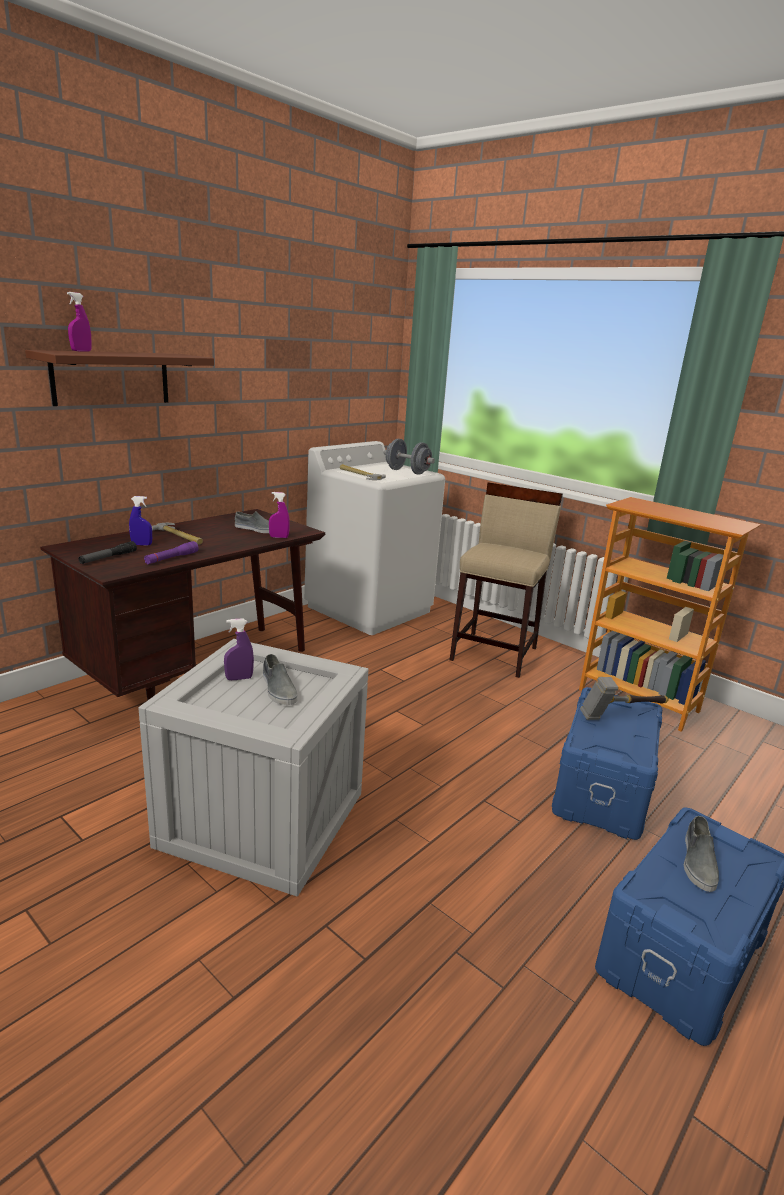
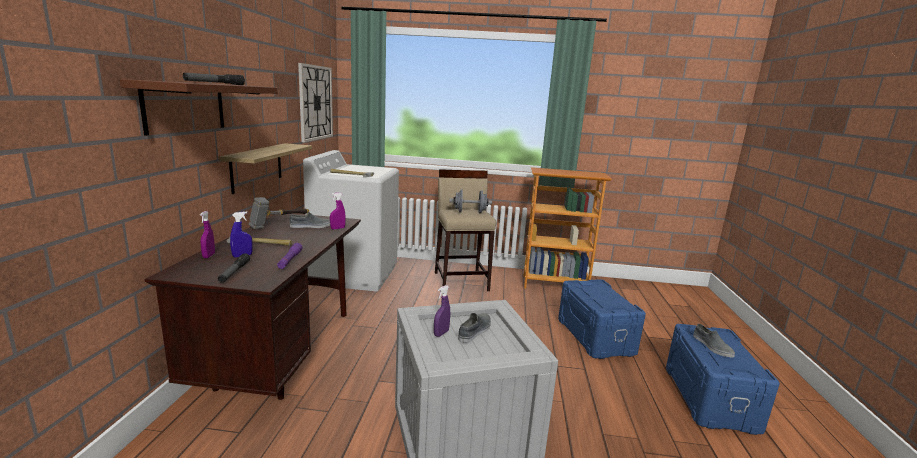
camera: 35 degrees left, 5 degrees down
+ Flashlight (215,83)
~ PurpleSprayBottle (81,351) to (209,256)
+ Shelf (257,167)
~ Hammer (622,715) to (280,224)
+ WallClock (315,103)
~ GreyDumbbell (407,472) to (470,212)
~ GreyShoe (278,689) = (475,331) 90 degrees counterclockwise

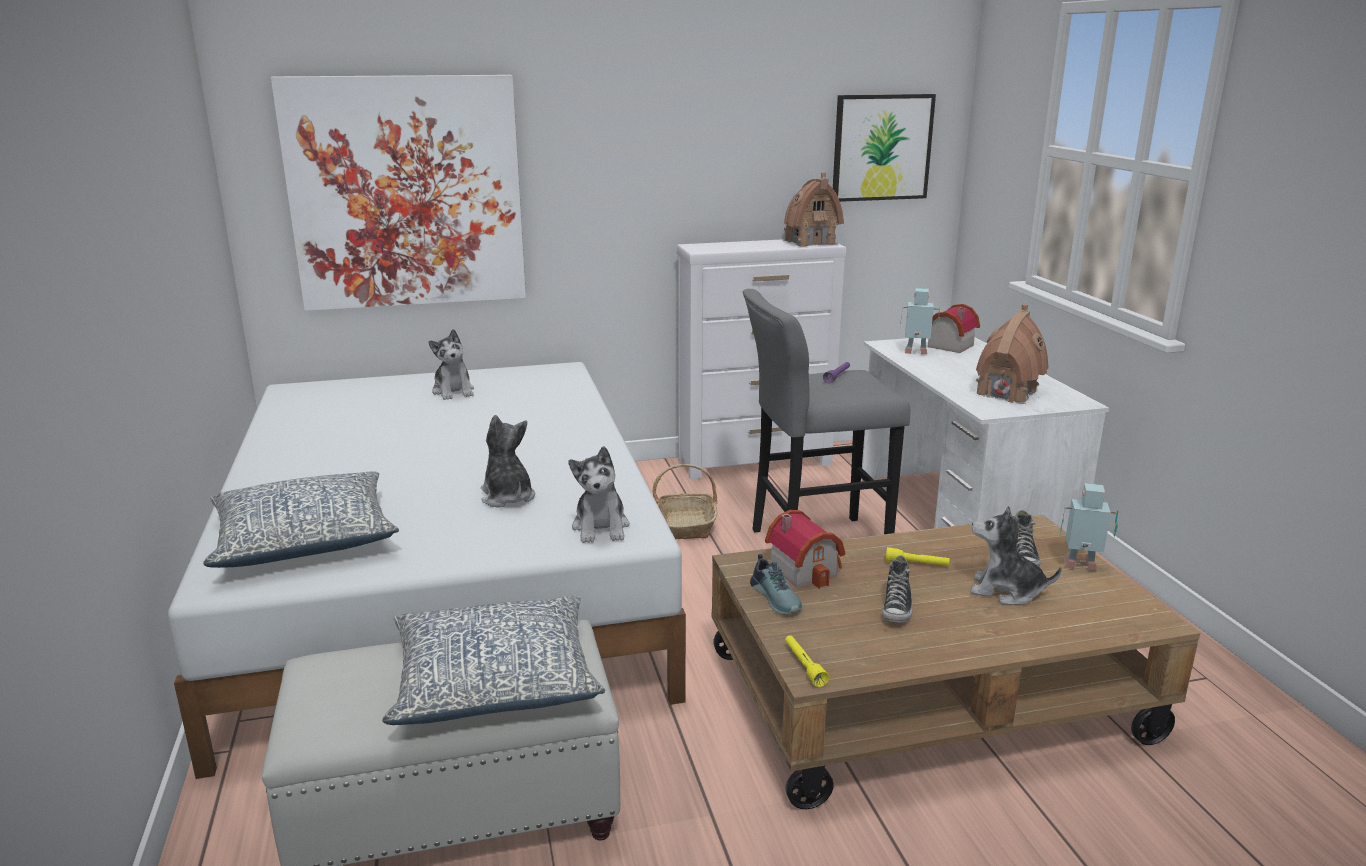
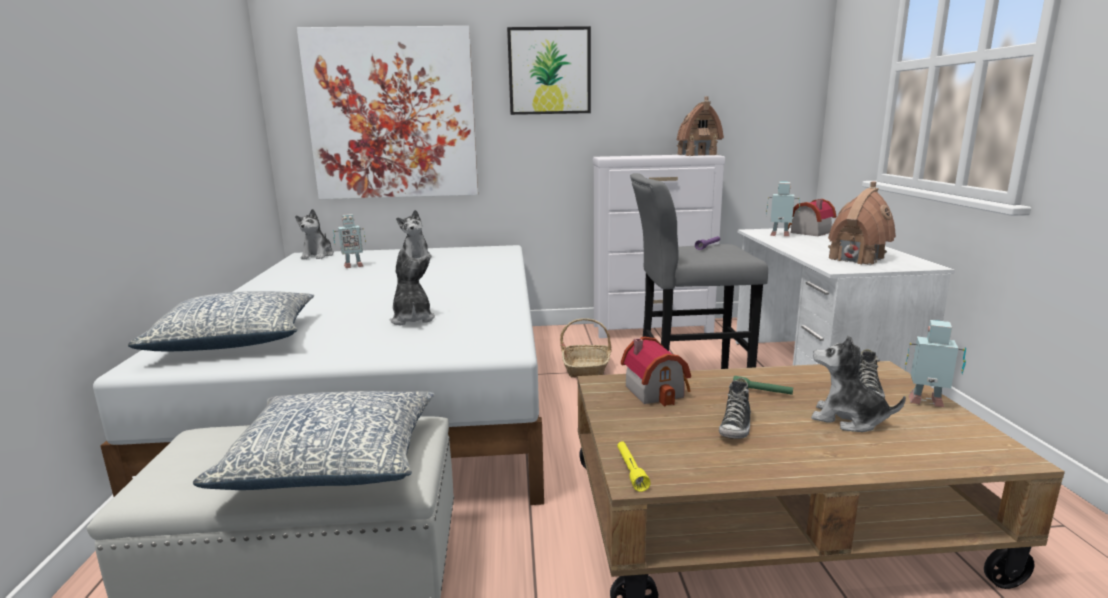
camera: 10 degrees right, 5 degrees down
~ PlushToy (601,527) to (318,255)
+ ToyRobot (353,266)
~ Picture (881,147) to (549,71)
~ YellowFlashlight (916,564) to GreenFlashlight (762,392)
- Shoe (777,598)

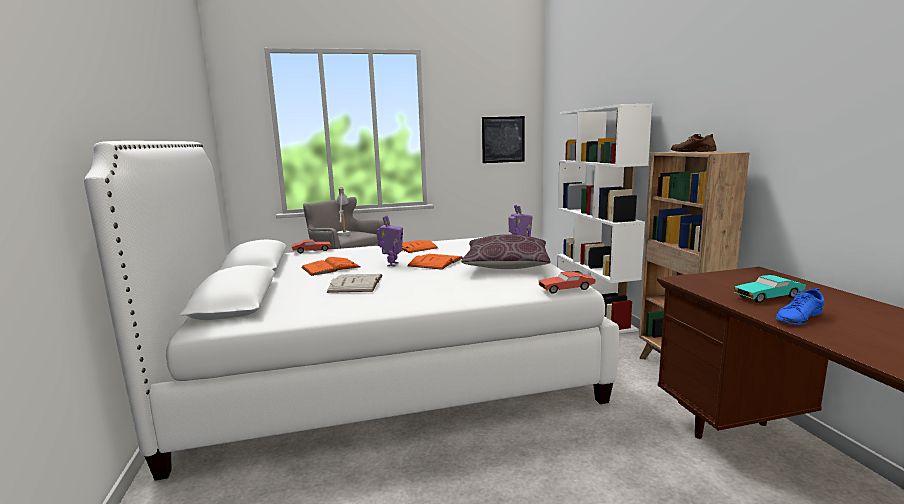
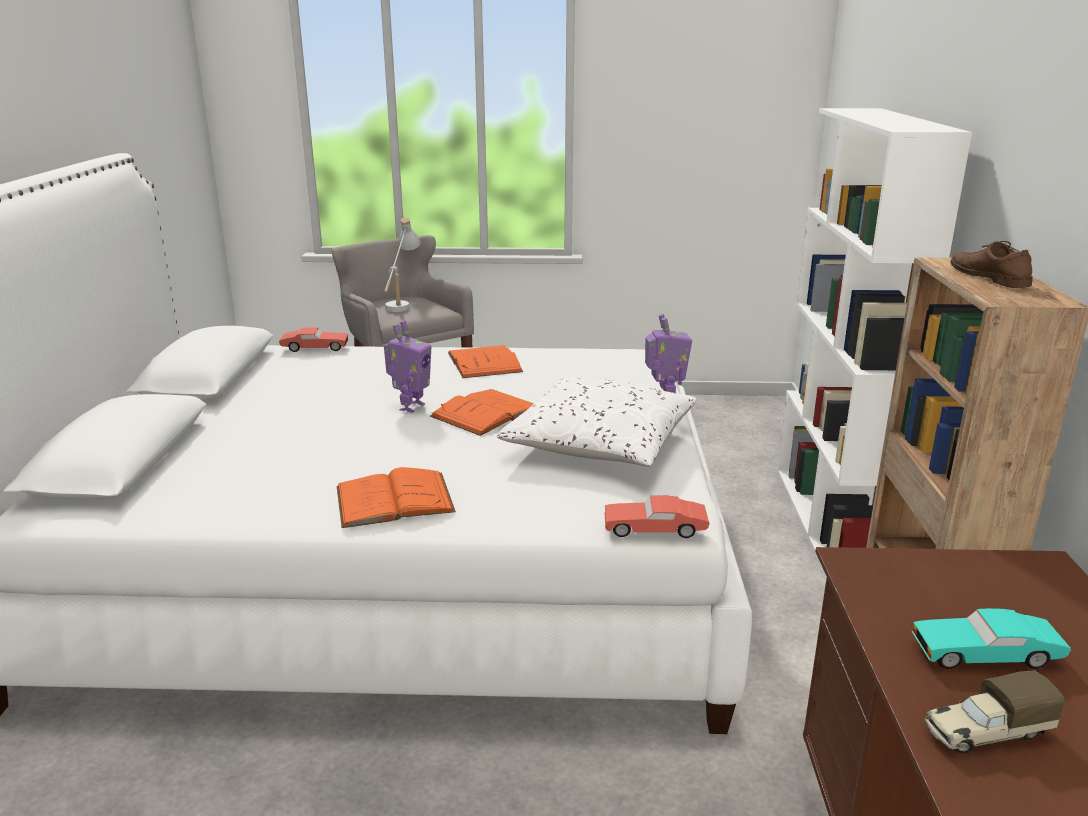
camera: 15 degrees right, 10 degrees up
~ OrangeBook (330,267) to (394,499)
~ BrownPillow (506,266) to WhitePillow (600,444)
~ BlueShoe (798,317) to ToyTruck (985,732)
- WhiteBook (356,283)
- Picture (503,139)

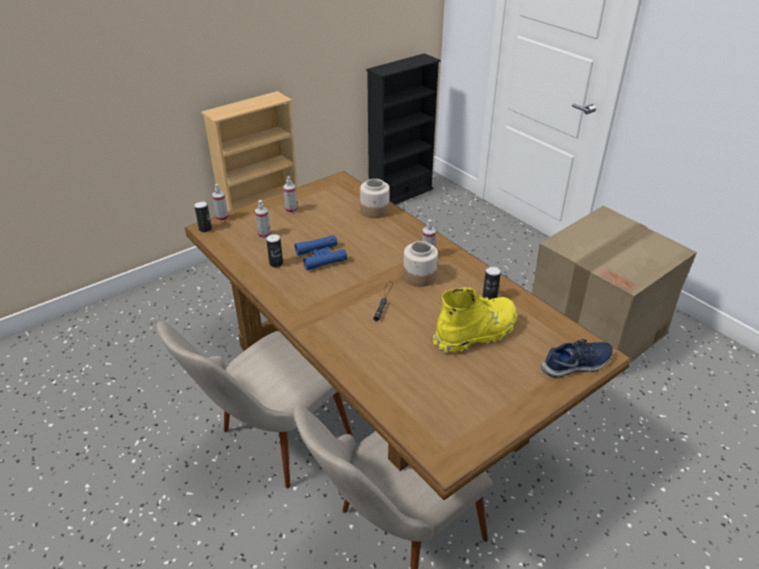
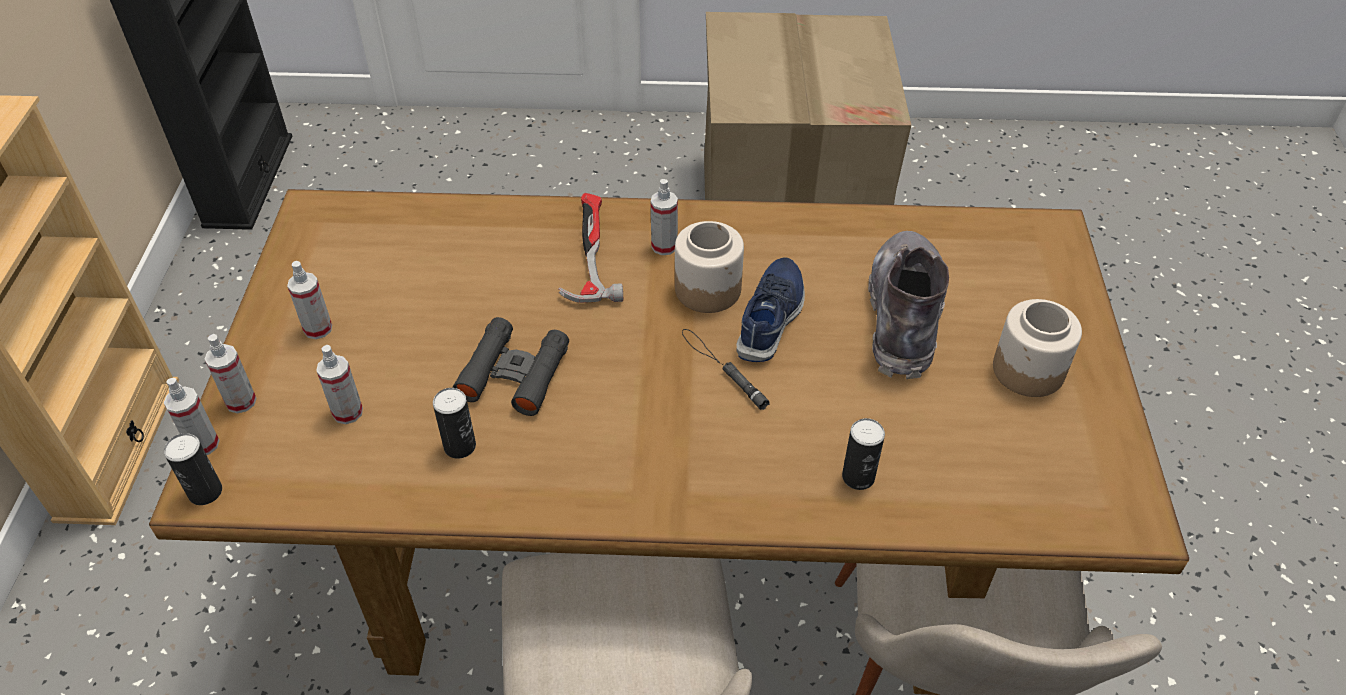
camera: 50 degrees left, 10 degrees up
+ SprayBottle (241,401)
~ BlueBinoculars (321,257) to BlackBinoculars (514,374)
+ Hammer (589,252)
~ BlueShoe (577,364) to (772,318)
~ Can (489,297) to (858,477)
~ YellowBoot (476,334) to GreyBoot (903,317)
~ Jar (375,211) to (1029,370)

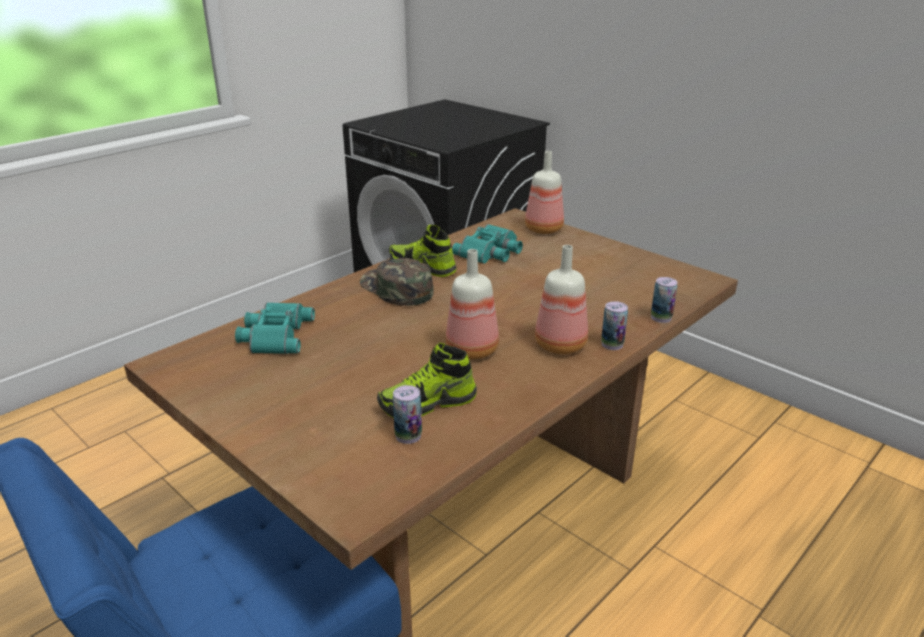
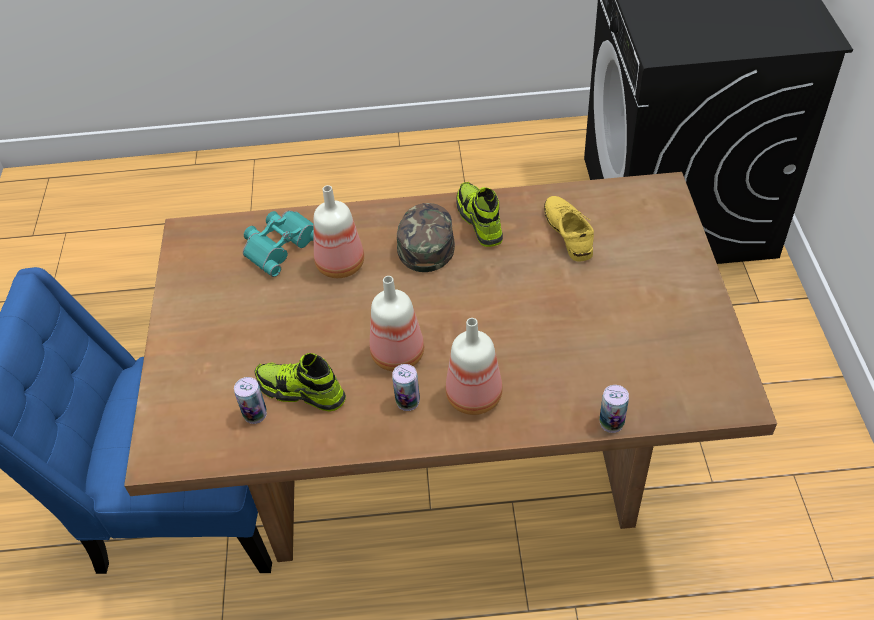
camera: 45 degrees right, 20 degrees up
~ Bottle (544,230) to (340,266)
~ Can (612,344) to (408,401)
~ TurquoiseBinoculars (490,252) to YellowShoe (568,232)

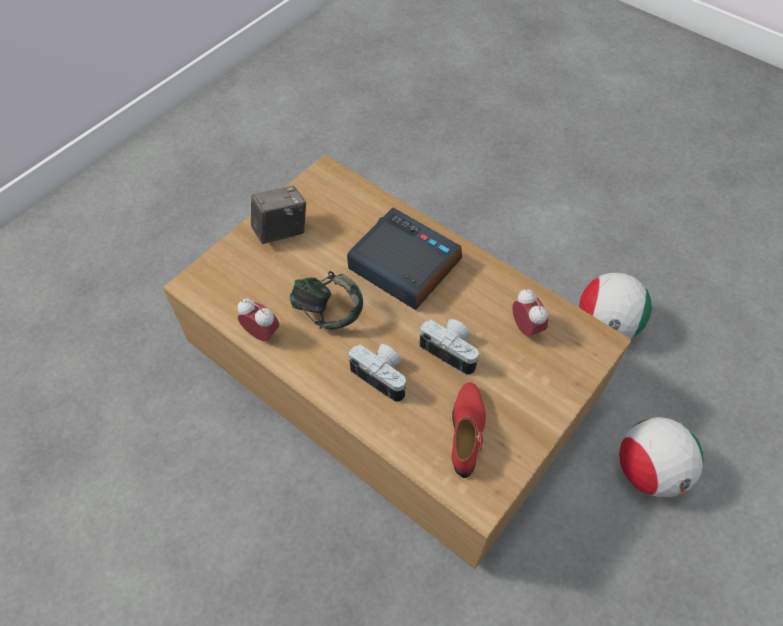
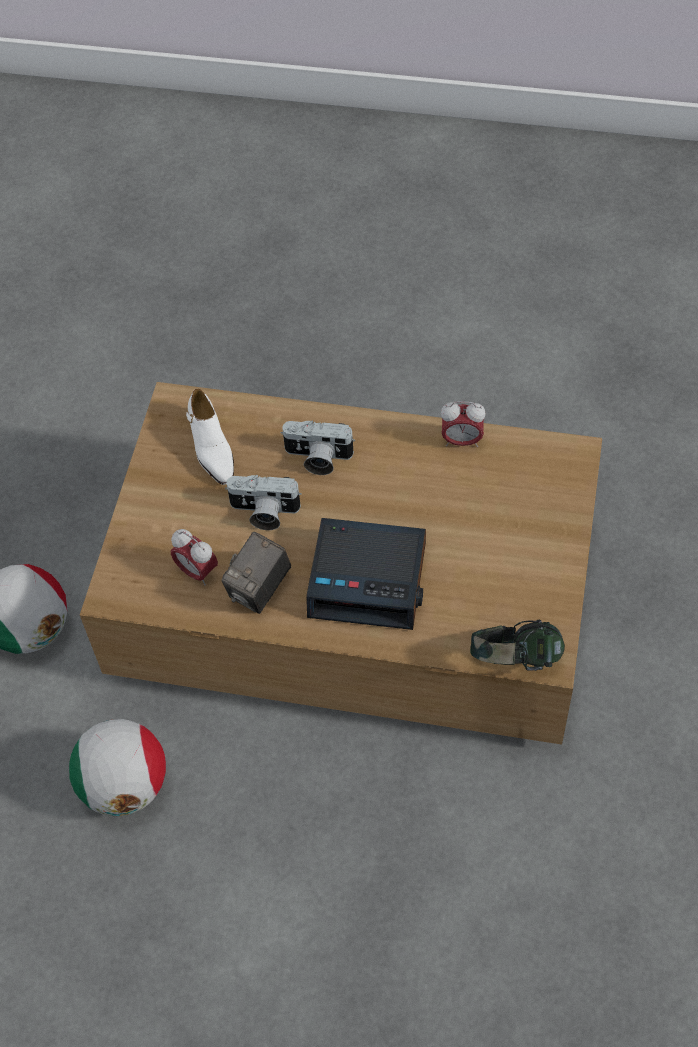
camera: 155 degrees right, 0 degrees up
~ RedShoe (467,431) to WhiteShoe (211,448)
~ PhotoCamera (281,231) to (260,589)
~ Headphones (328,313) to (515,660)

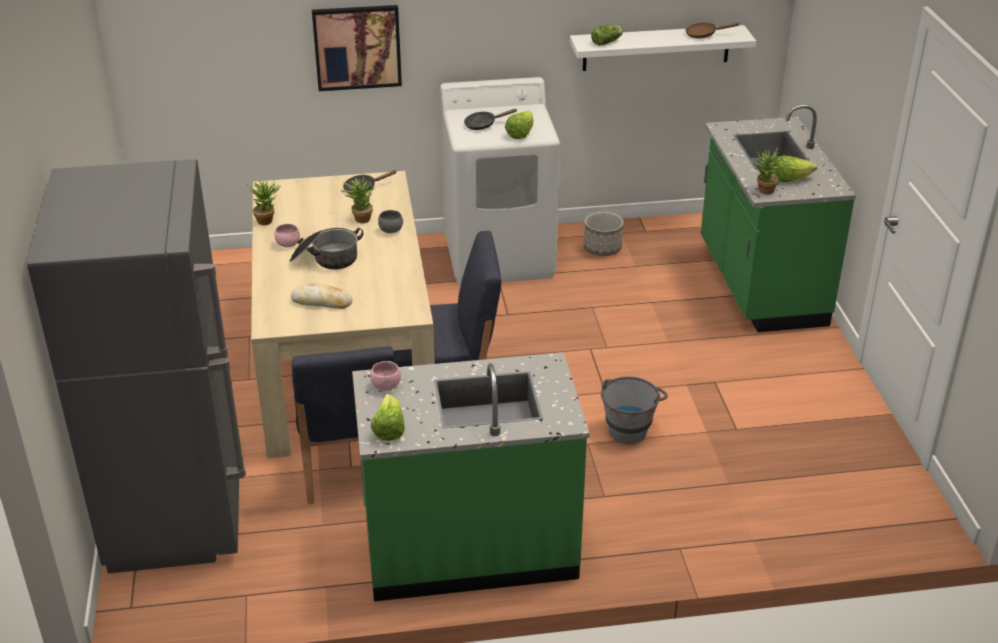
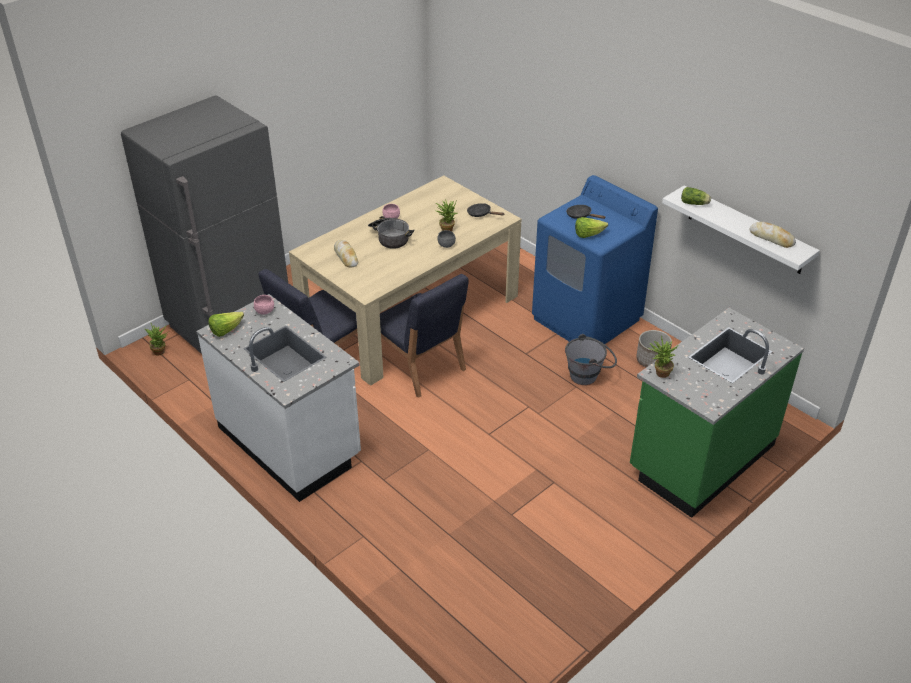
camera: 55 degrees right, 5 degrees up
~ PottedPlant (267,220) to (161,352)
~ GreenCounter (469,546) to WhiteCounter (290,443)
~ WhiteWashingMachine (499,255) to BlueWashingMachine (587,319)
~ GreyBucket (630,426) to (589,375)
~ BrownFryingPan (704,35) to Bread (771,238)
- Picture (357,47)
- Lettuce (791,179)

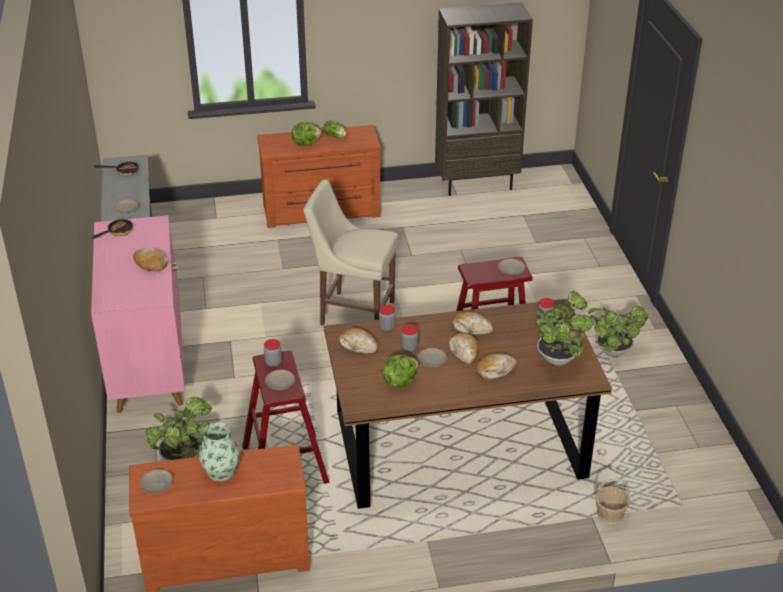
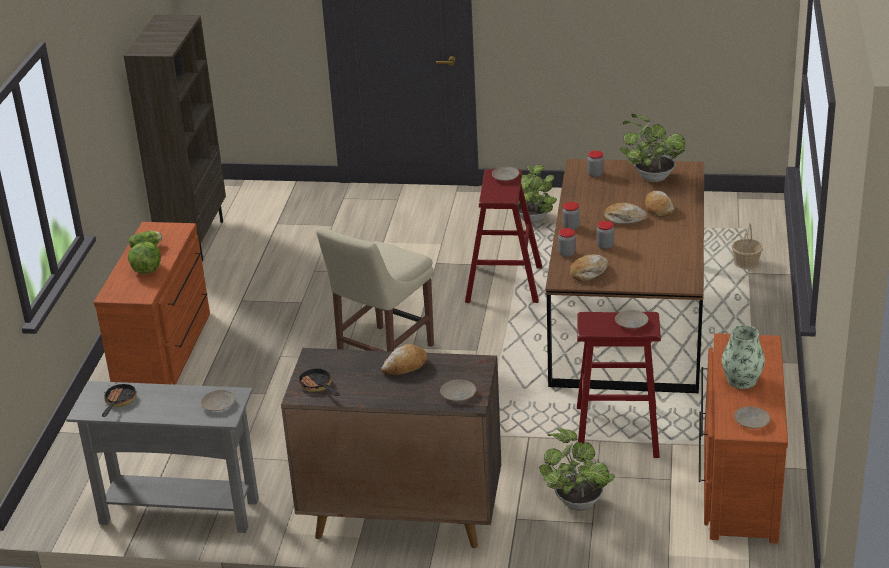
camera: 70 degrees left, 5 degrees down
~ PinkCabinet (148,366) to BrownCabinet (400,516)
~ BeigePlate (431,361) to (458,394)
~ Jar (273,362) to (571,227)
- Lettuce (399,381)
- Bread (471,328)

